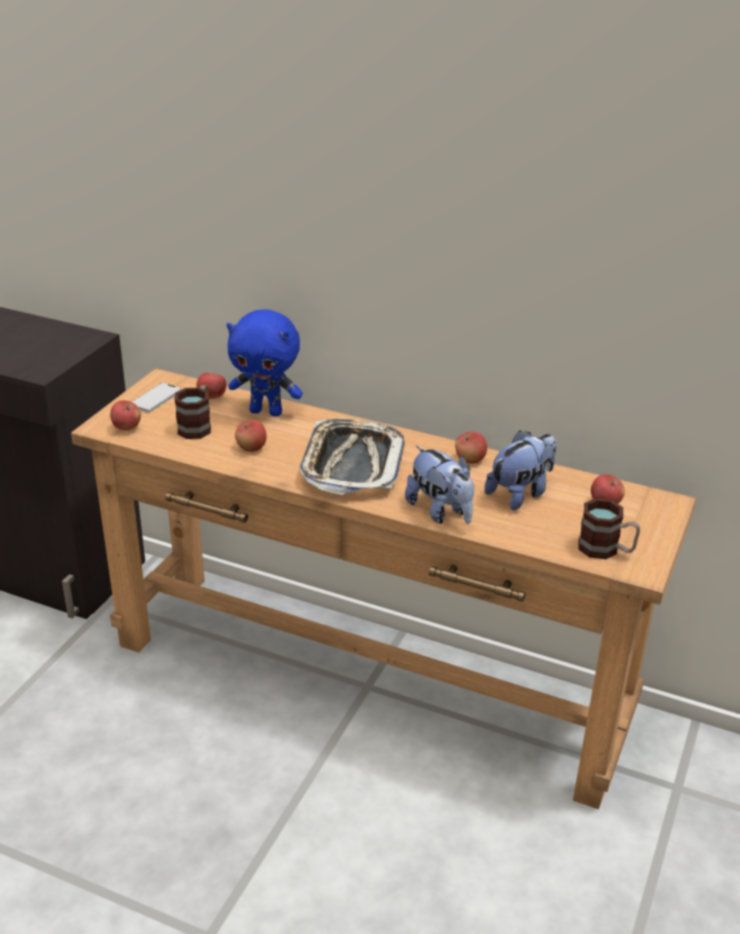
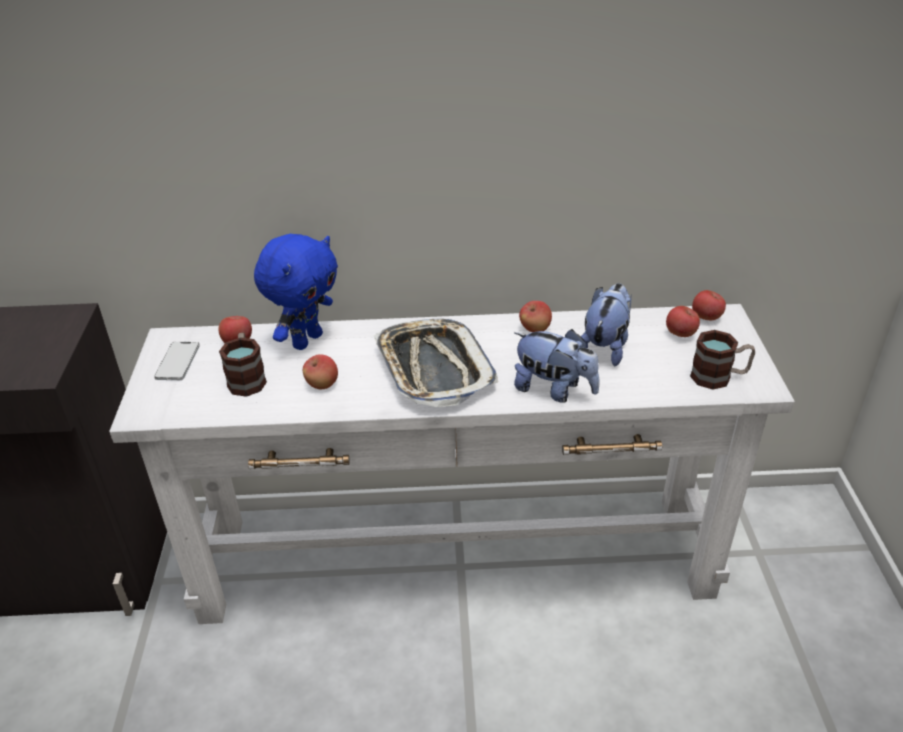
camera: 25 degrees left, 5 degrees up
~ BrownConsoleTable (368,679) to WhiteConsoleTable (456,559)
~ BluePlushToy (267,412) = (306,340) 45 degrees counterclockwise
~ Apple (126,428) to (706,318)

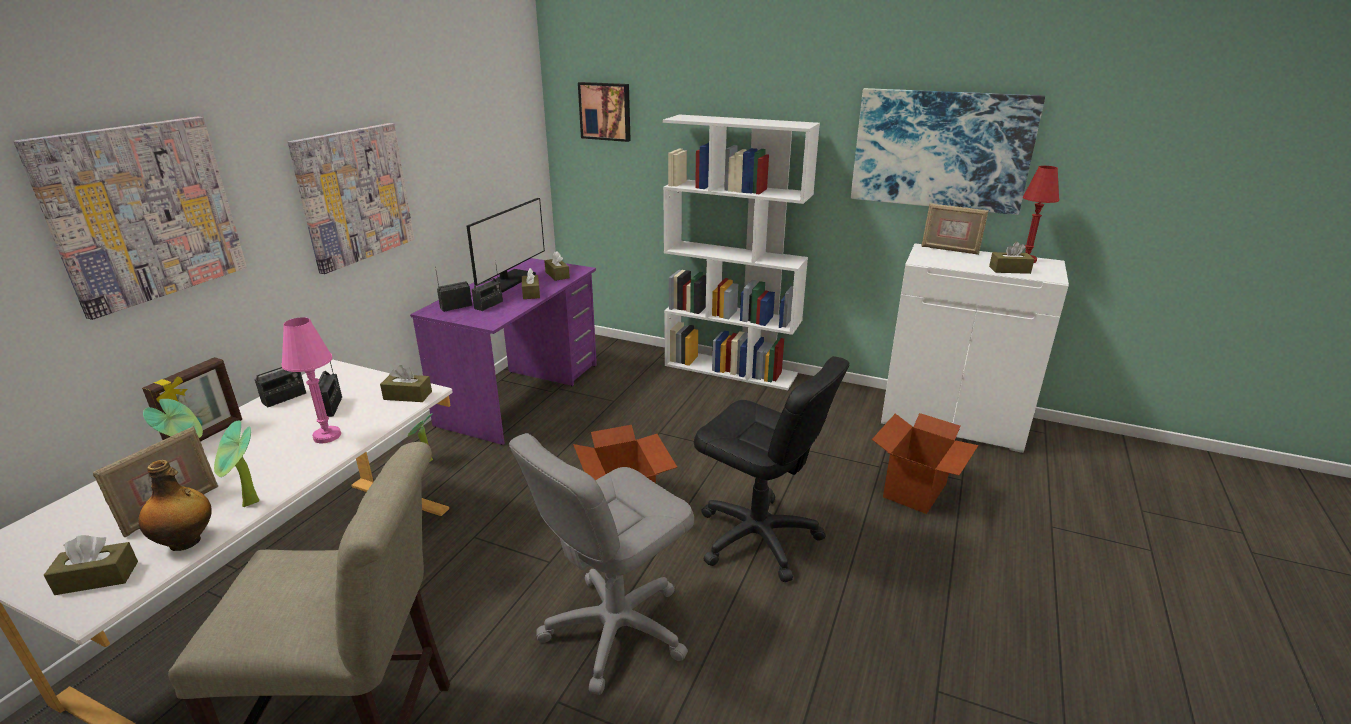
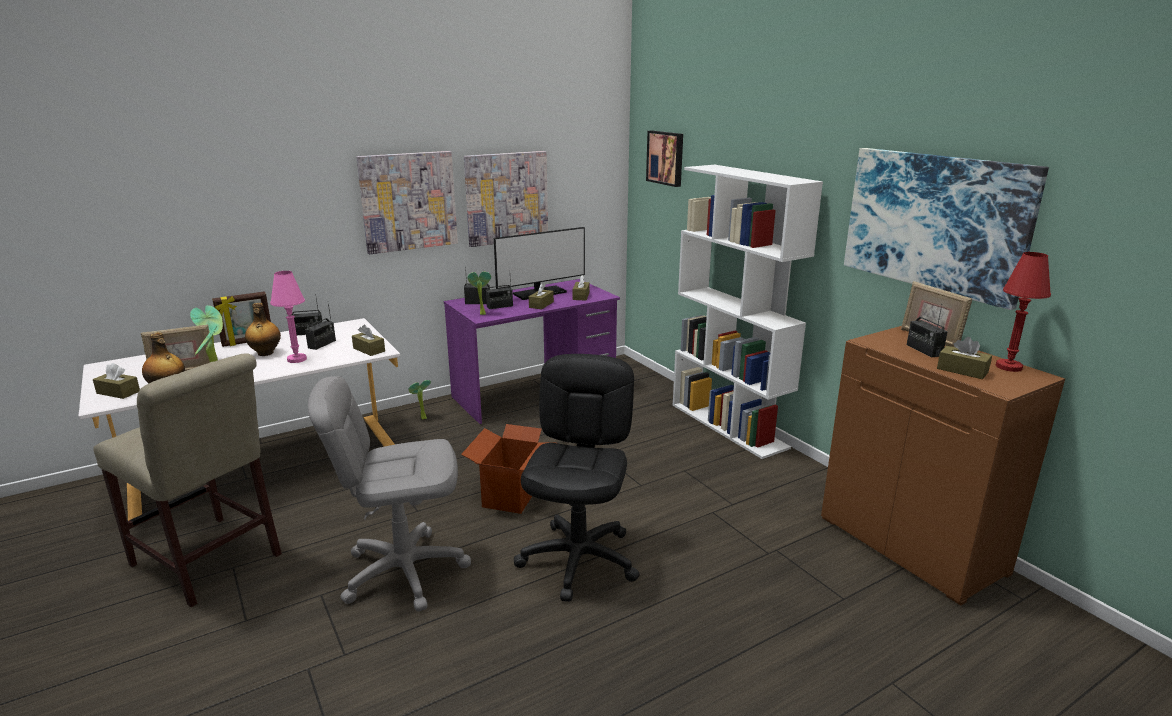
camera: 35 degrees right, 5 degrees down
+ Bottle (265,353)
~ Picture (143,213) to (506,198)
+ PottedPlant (481,313)
~ BlackOfficeChair (757,538) = (579,560) 150 degrees counterclockwise
~ WhiteCabinet (953,420) to BrownCabinet (912,545)
+ Radio (924,350)
- CardboardBox (916,490)

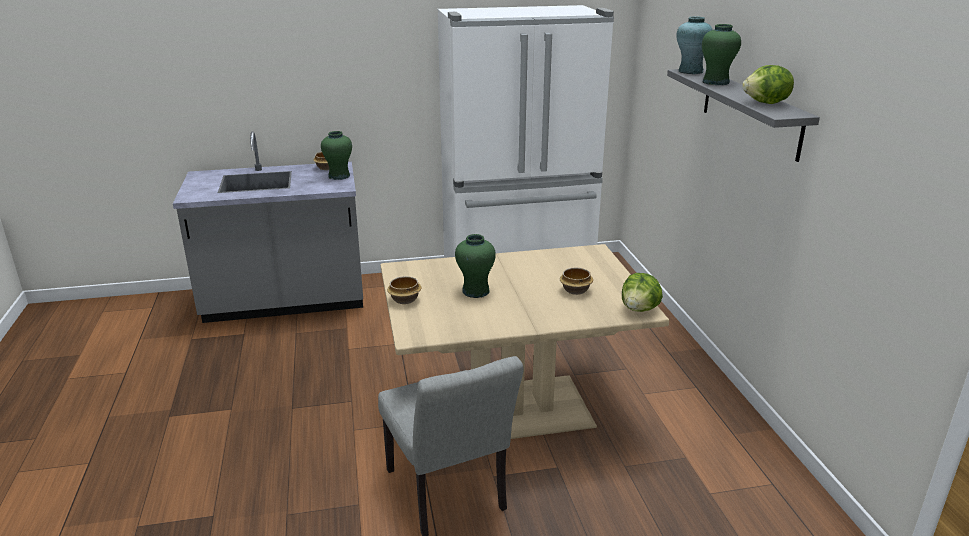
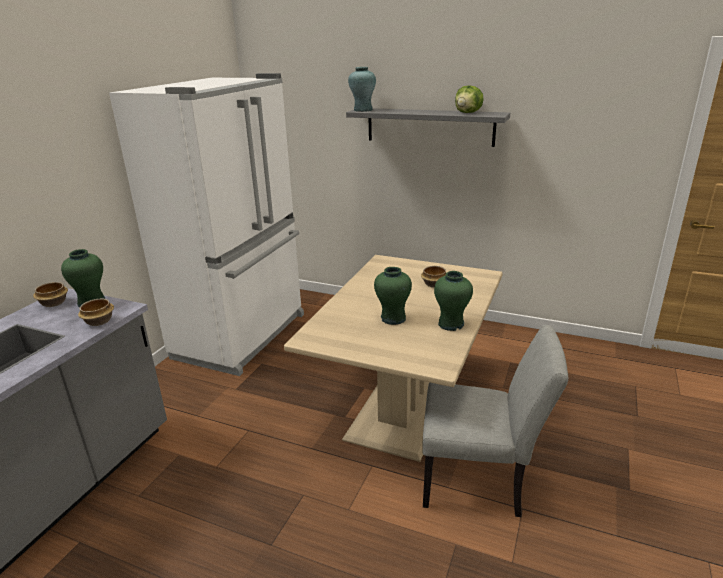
camera: 55 degrees left, 0 degrees up
~ Bowl (405,300) to (100,321)
~ GreenVase (716,82) to (451,324)
- Lettuce (639,309)

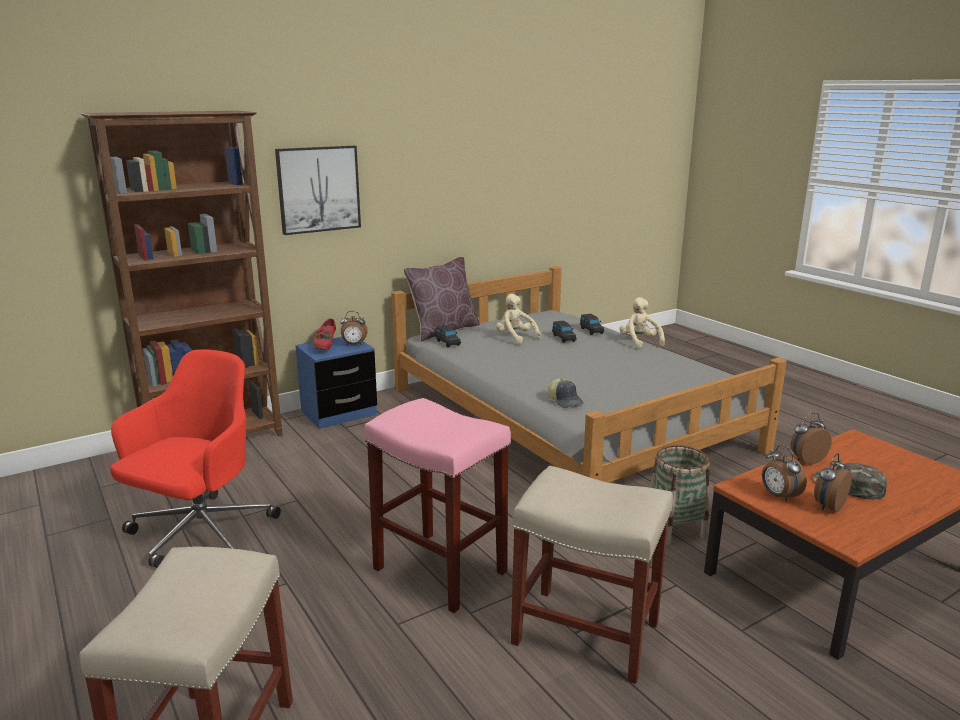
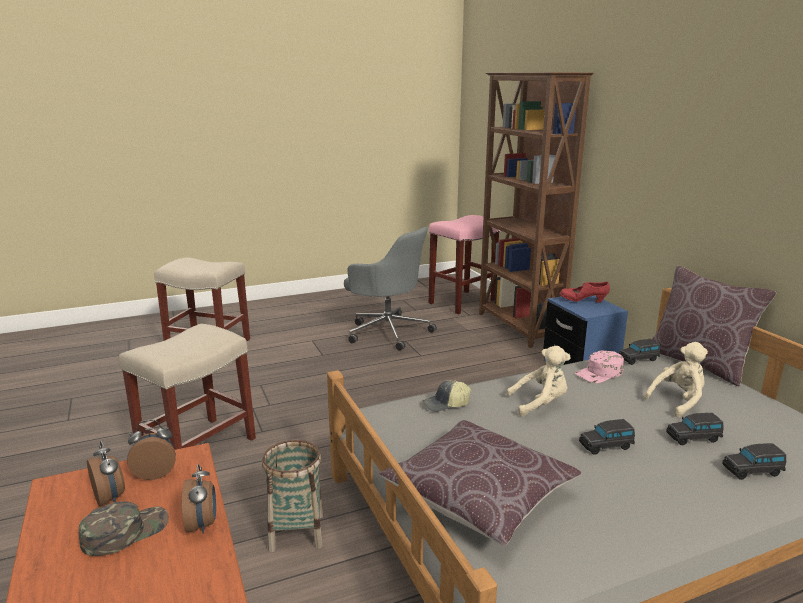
camera: 100 degrees right, 0 degrees up
~ RedOfficeChair (200,534) to GreyOfficeChair (387,331)
+ BrownPillow (478,496)
~ PinkStool (438,570) to (462,302)
~ BeigePlushToy (639,342) to (540,404)
+ PinkCap (599,373)
+ BlackToyCar (606,446)
- Picture (318,189)
- AlarmClock (354,345)

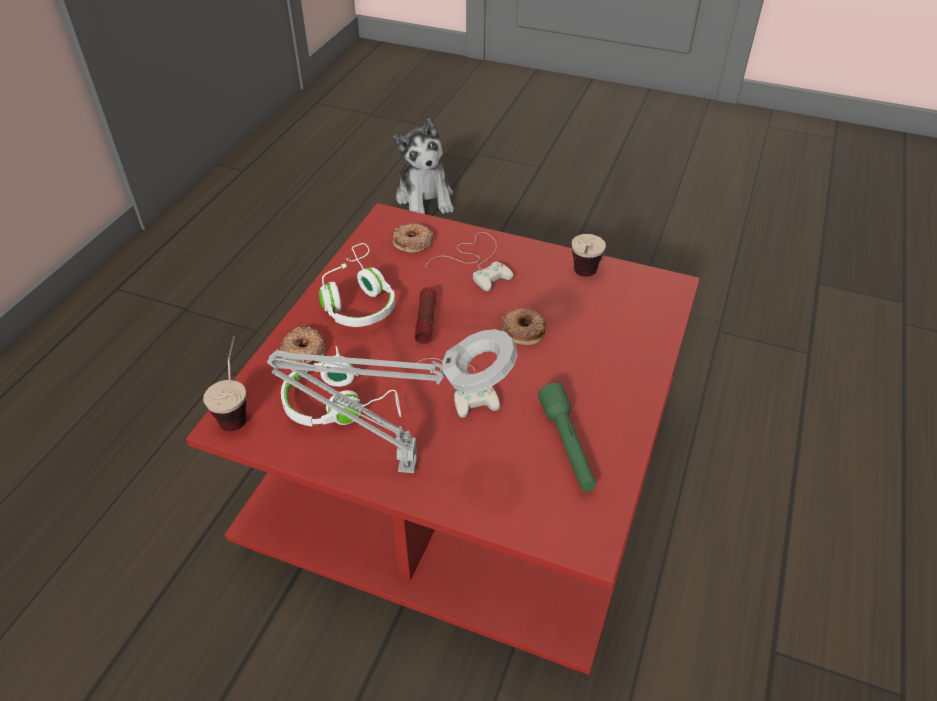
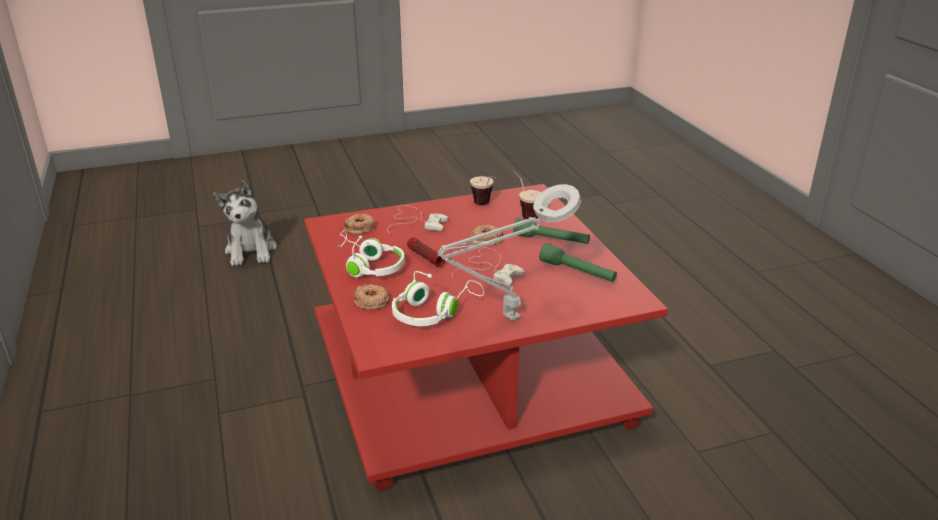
camera: 40 degrees left, 15 degrees down
~ PlushToy (425,198) = (251,250) 45 degrees clockwise
~ Cup (237,408) to (524,213)
+ GreenFlashlight (551,240)

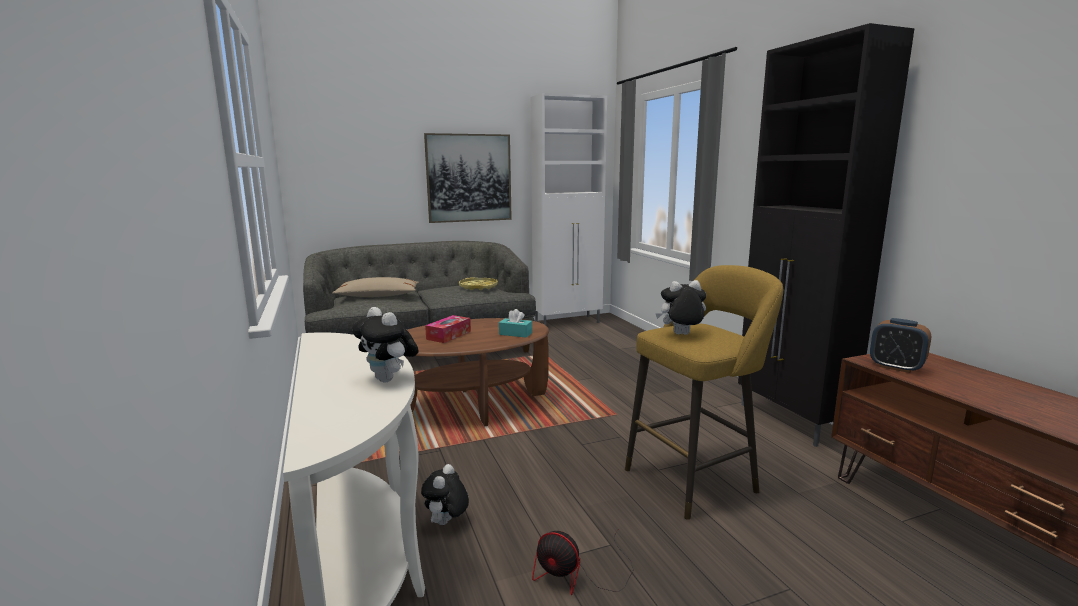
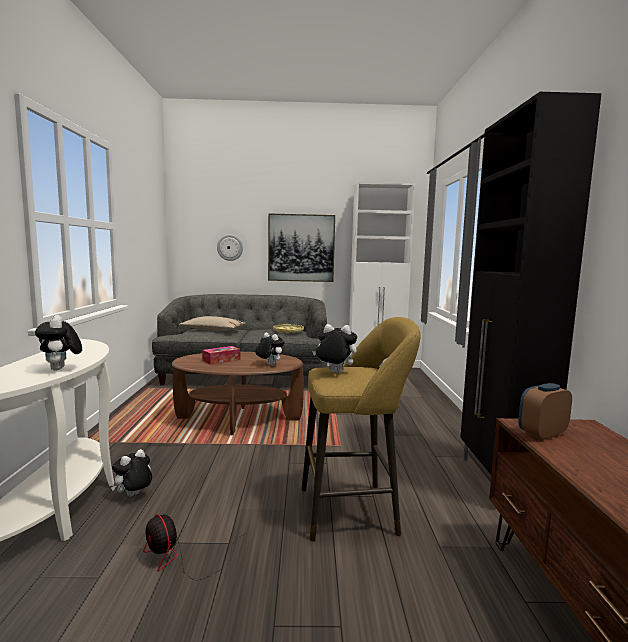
camera: 20 degrees right, 5 degrees down
+ WallClock (230,247)
~ TurquoiseTissueBox (515,334) to PlushToy (269,365)
~ AlarmClock (896,367) = (542,434) 90 degrees clockwise

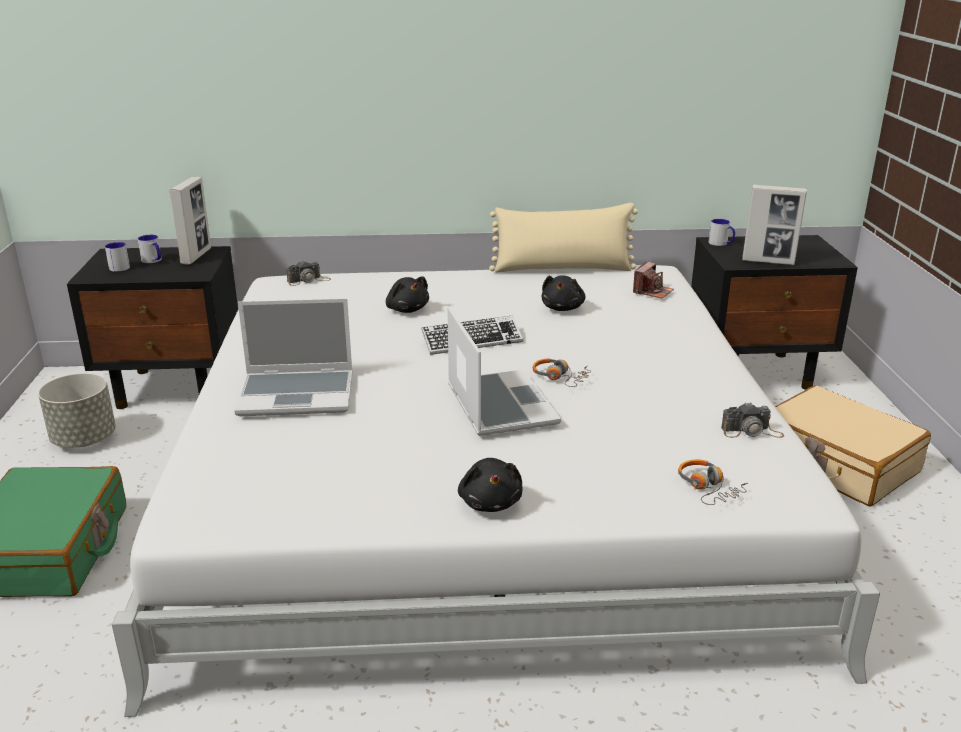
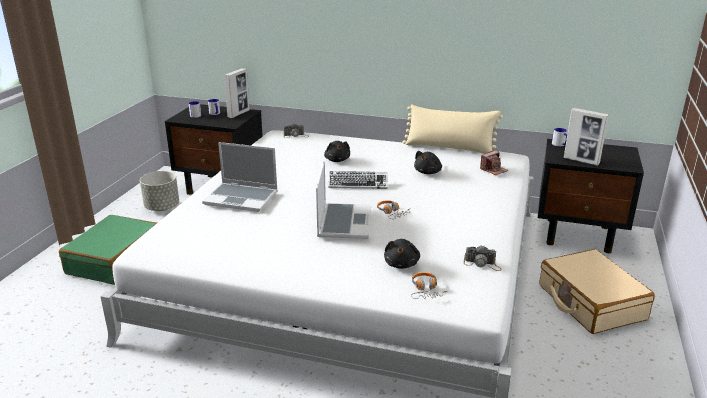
camera: 20 degrees right, 0 degrees up
~ BlackPlushToy (490,502) to (401,264)

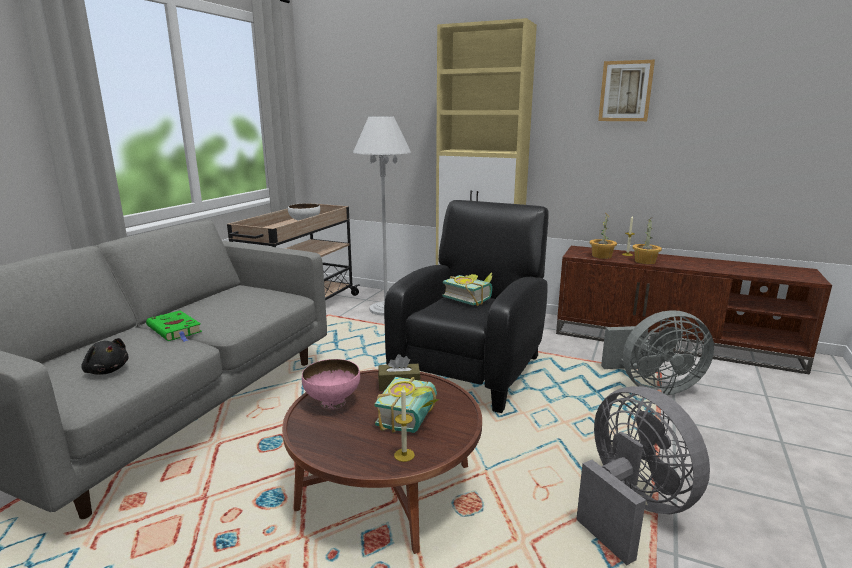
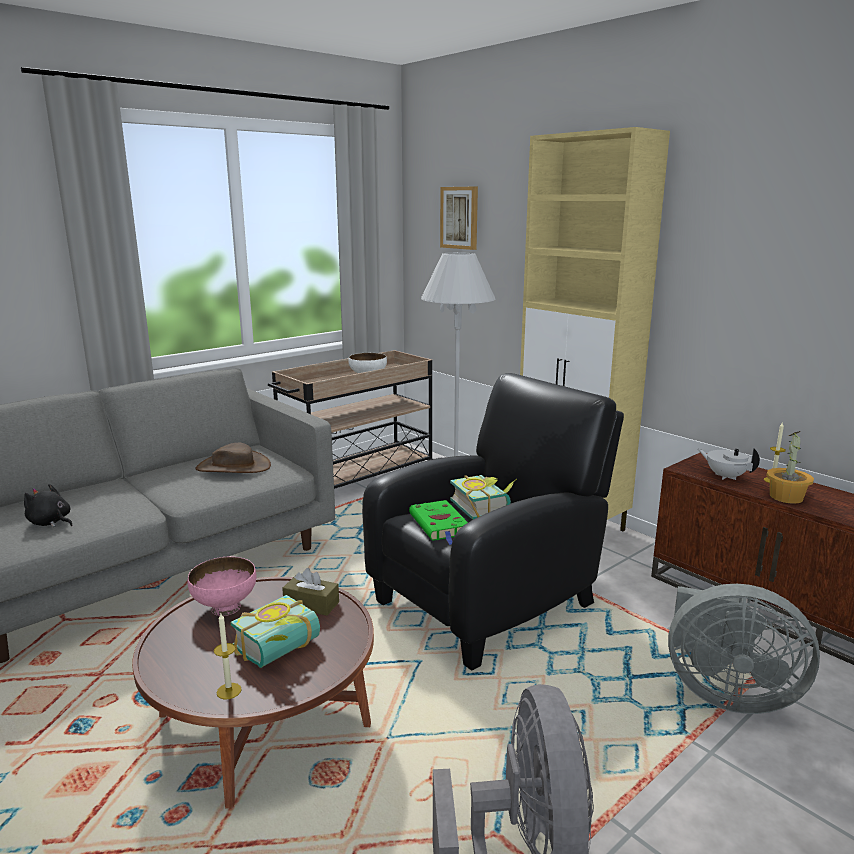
camera: 25 degrees right, 0 degrees up
~ BlackPlushToy (107,370) = (50,522) 150 degrees clockwise
+ BrownHat (233,467)
~ GreenBook (175,330) to (440,525)
~ Picture (625,91) to (460,218)
~ PottedPlant (601,256) to WhiteTeapot (725,476)

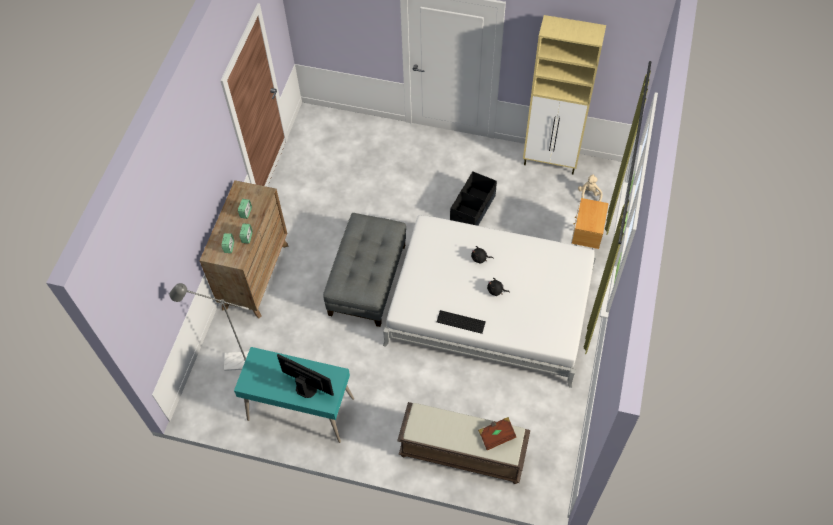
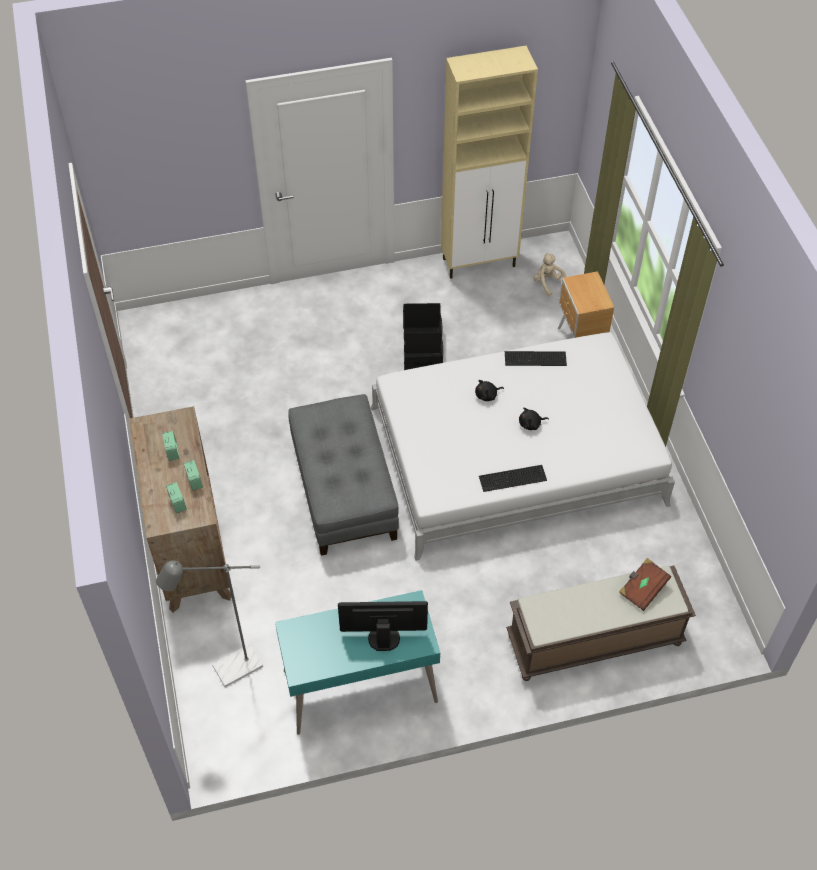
camera: 30 degrees left, 5 degrees down
+ Keyboard (536,359)

